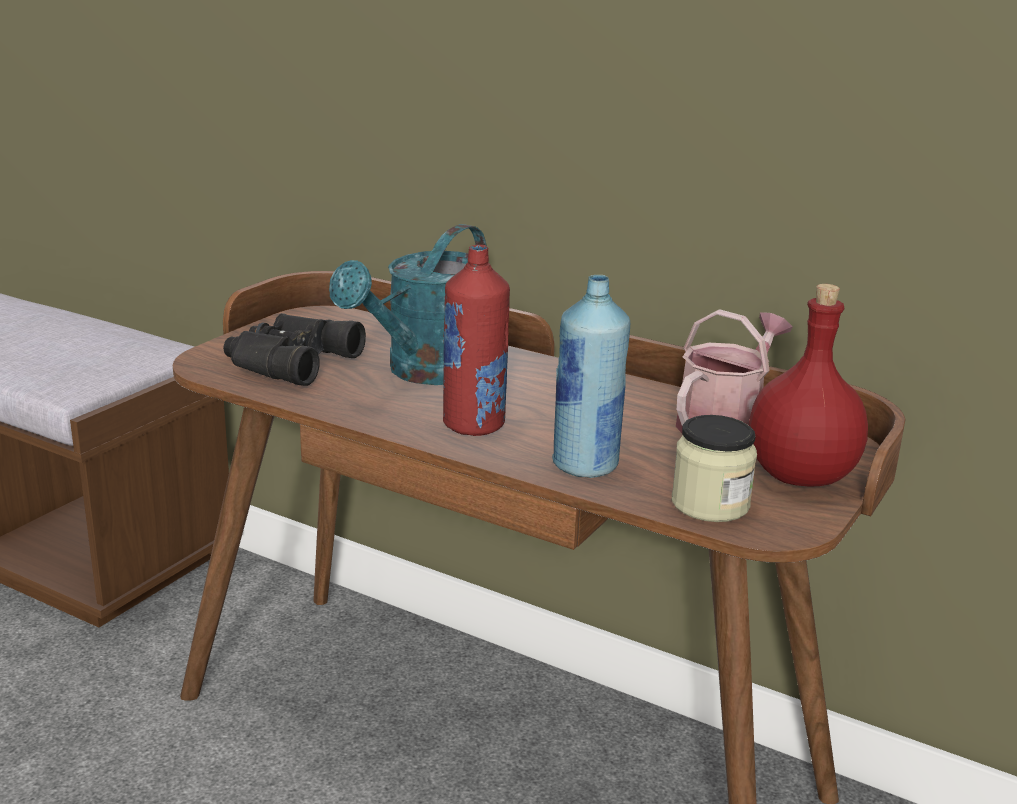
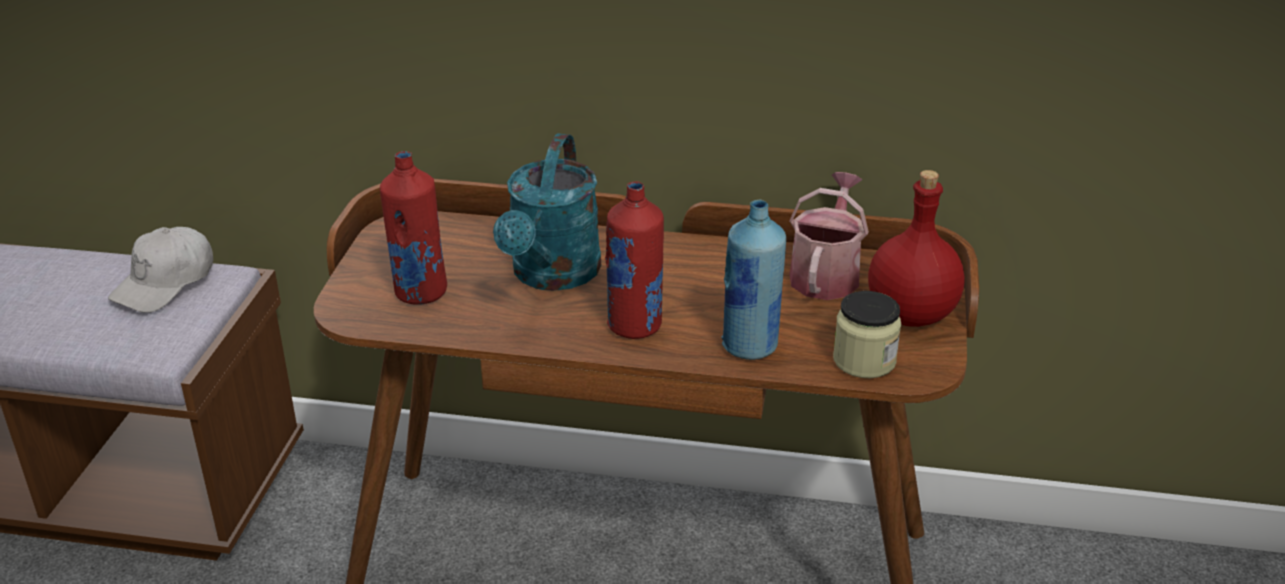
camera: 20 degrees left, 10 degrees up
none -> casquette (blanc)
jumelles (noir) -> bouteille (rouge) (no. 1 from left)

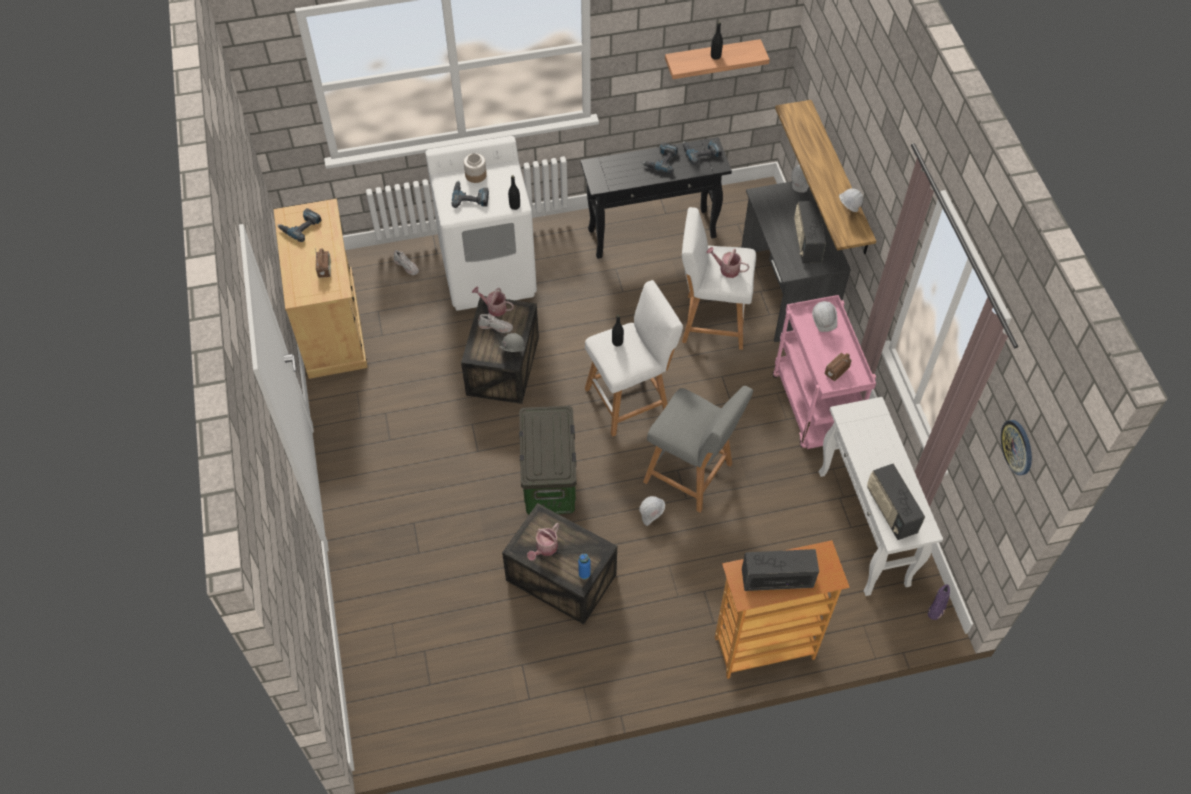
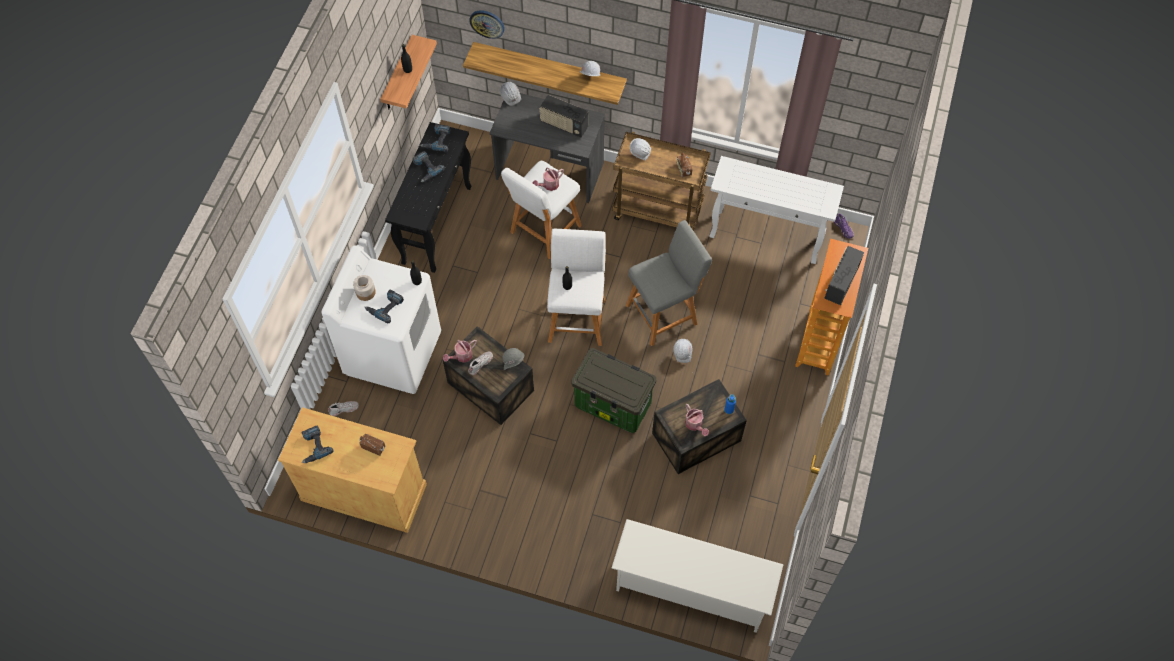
camera: 60 degrees left, 5 degrees up
radio (no. 5 from left) -> none
none -> étagère à chaussures (blanc)
horloge murale, shifted
chariot (rose) -> chariot (marron)

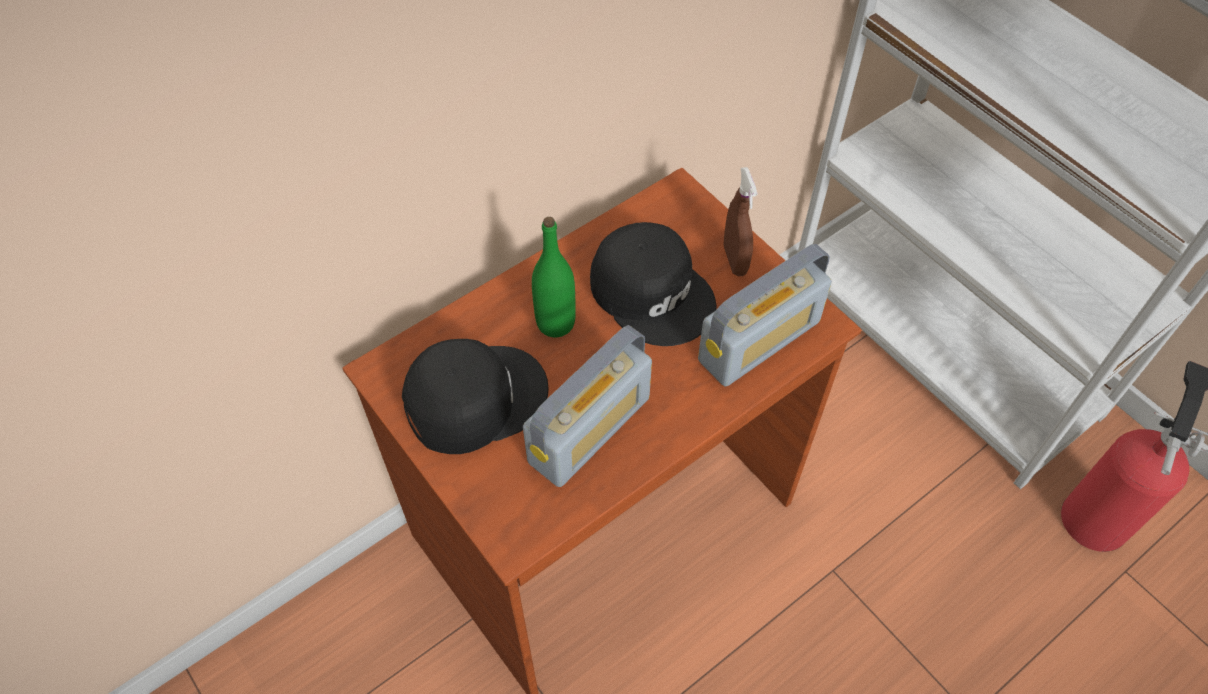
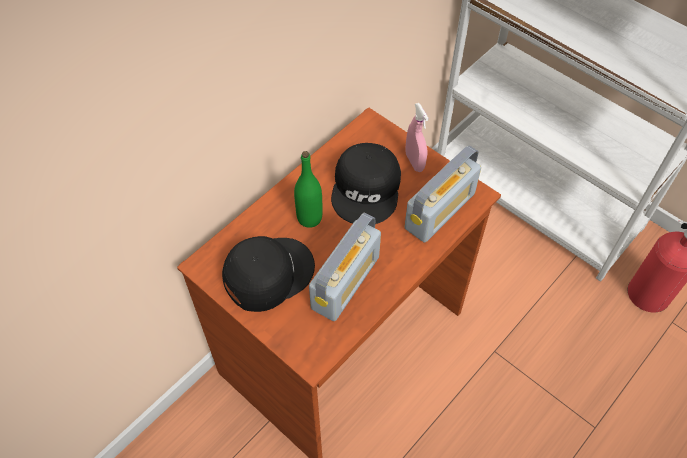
camera: 10 degrees left, 0 degrees up
vaporisateur (marron) -> vaporisateur (rose)
casquette (noir) (no. 2 from left), 60 degrees clockwise

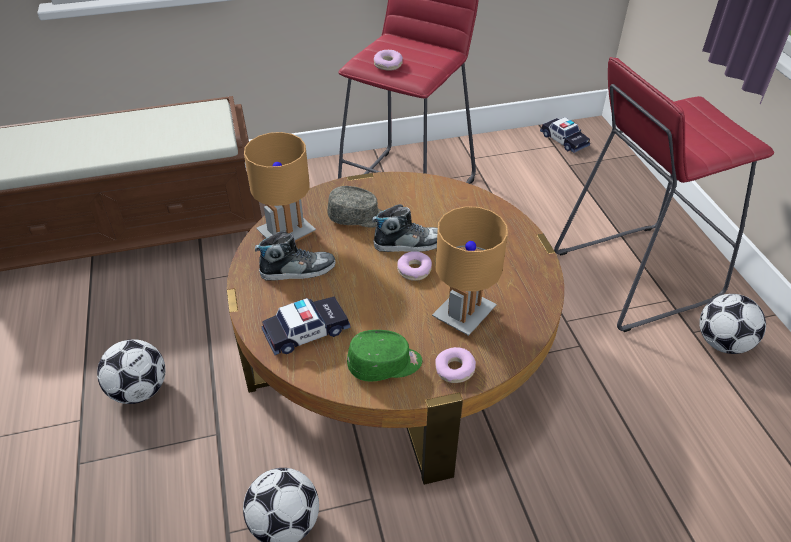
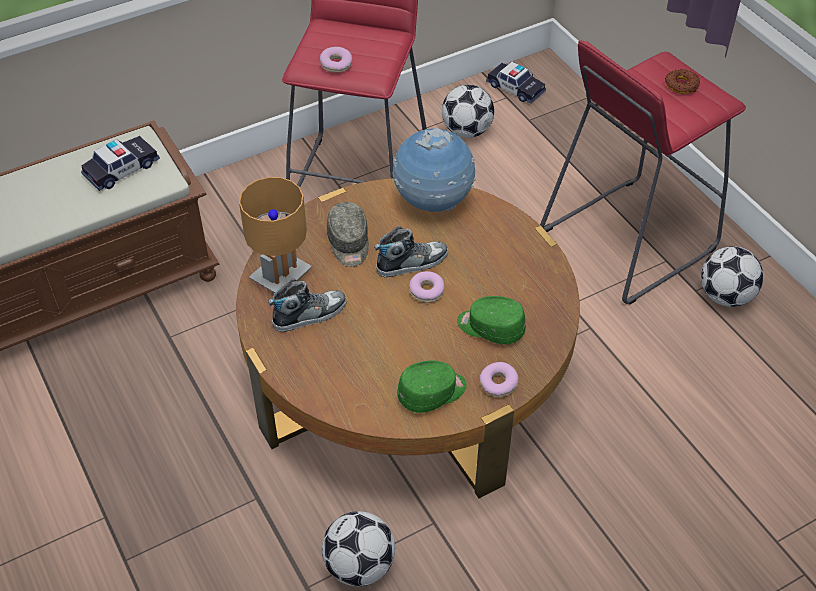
camera: 15 degrees left, 5 degrees up
none -> globe
none -> beignet (no. 4 from left)
ballon de foot (no. 1 from left in the first image) -> ballon de foot (no. 2 from left), shifted
petite voiture (no. 1 from left), shifted
lampe de table (marron) (no. 2 from left) -> casquette (vert) (no. 2 from left)
casquette (gris), 90 degrees clockwise

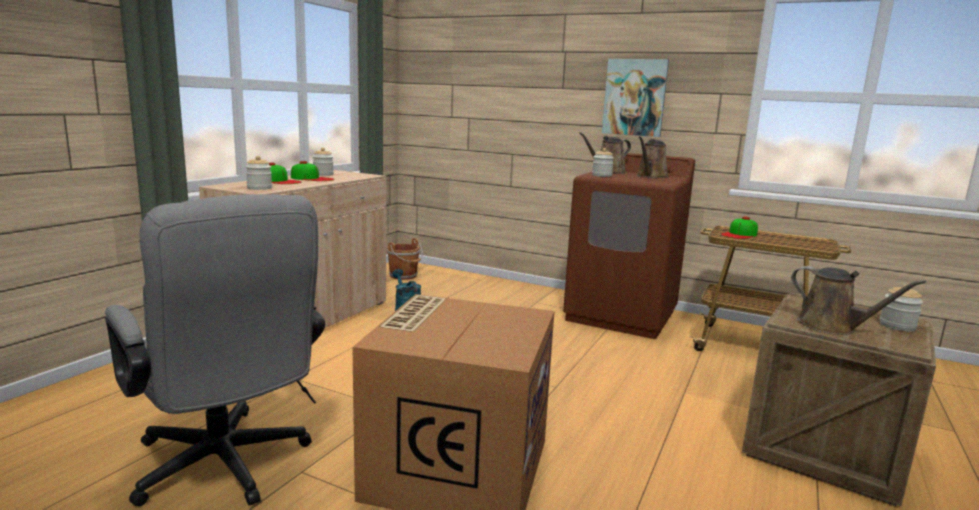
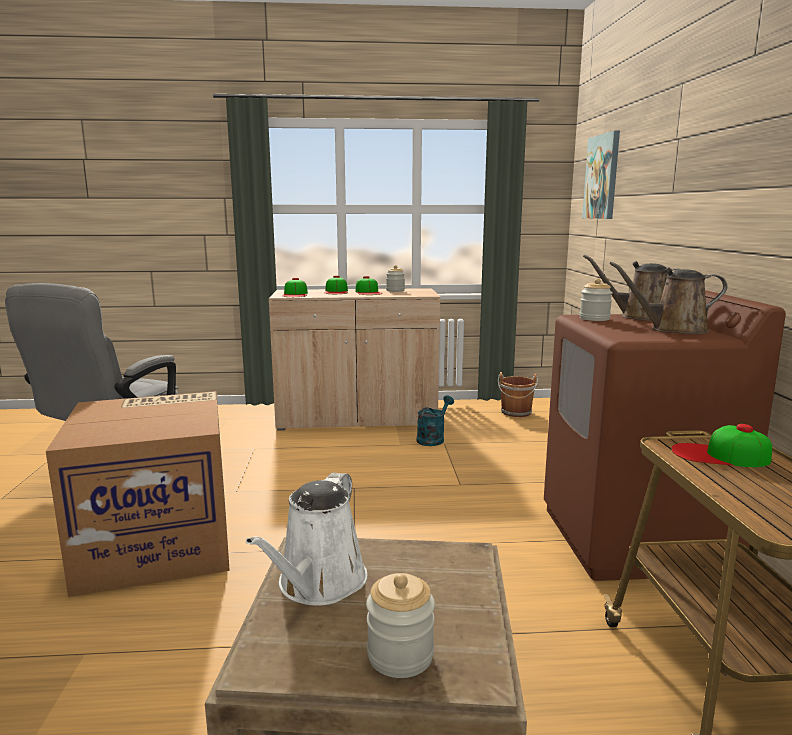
camera: 60 degrees right, 0 degrees up
tableau, shifted
bocal (no. 1 from left) -> casquette (no. 1 from left)
arrosoir (marron) (no. 3 from left) -> arrosoir (blanc)

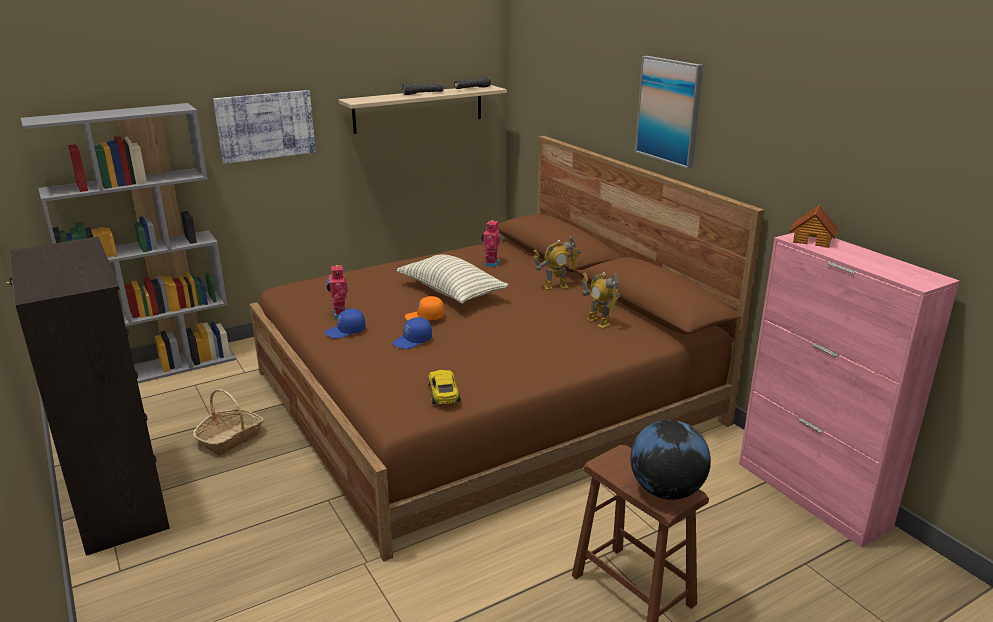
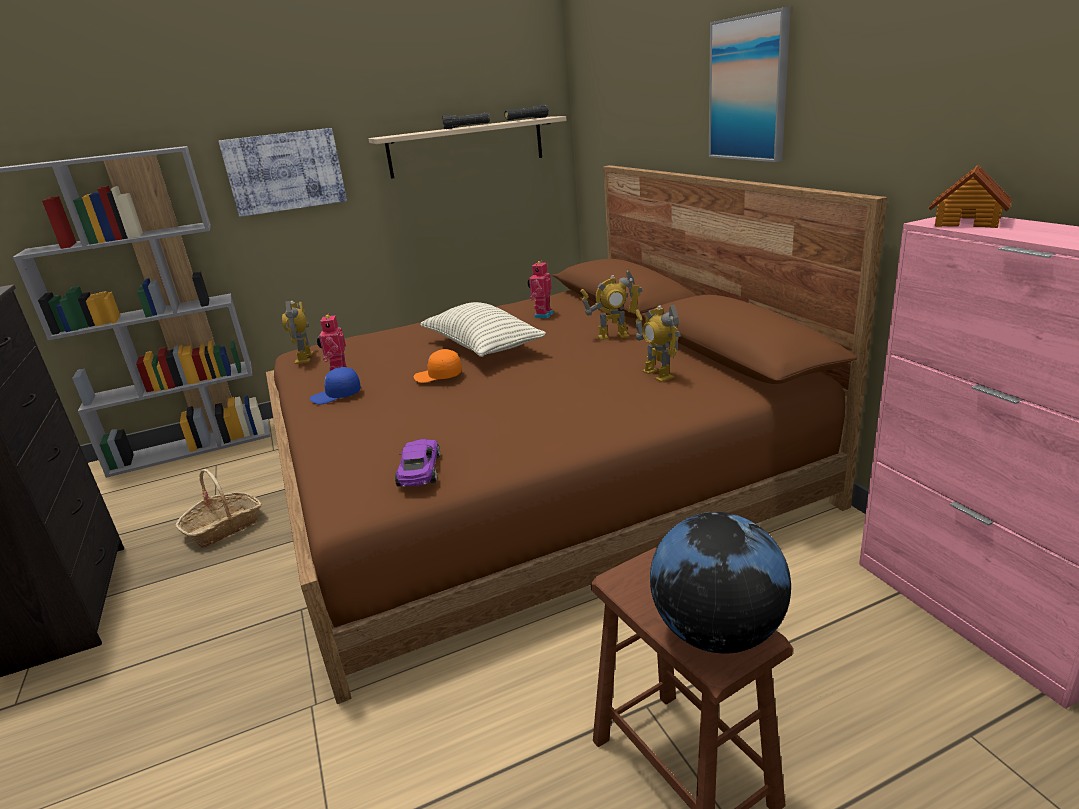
camera: 10 degrees right, 0 degrees up
casquette (bleu) (no. 2 from left) -> none
none -> robot jouet (no. 1 from left)
petite voiture (jaune) -> petite voiture (violet)

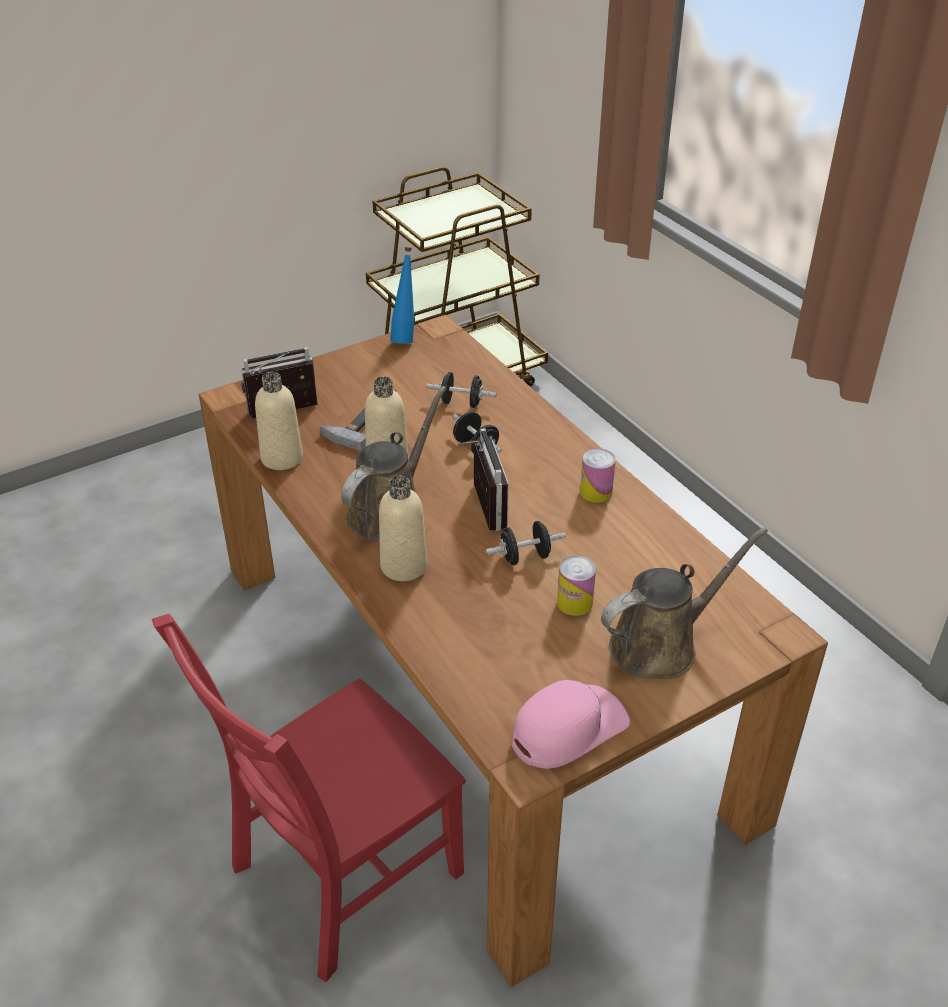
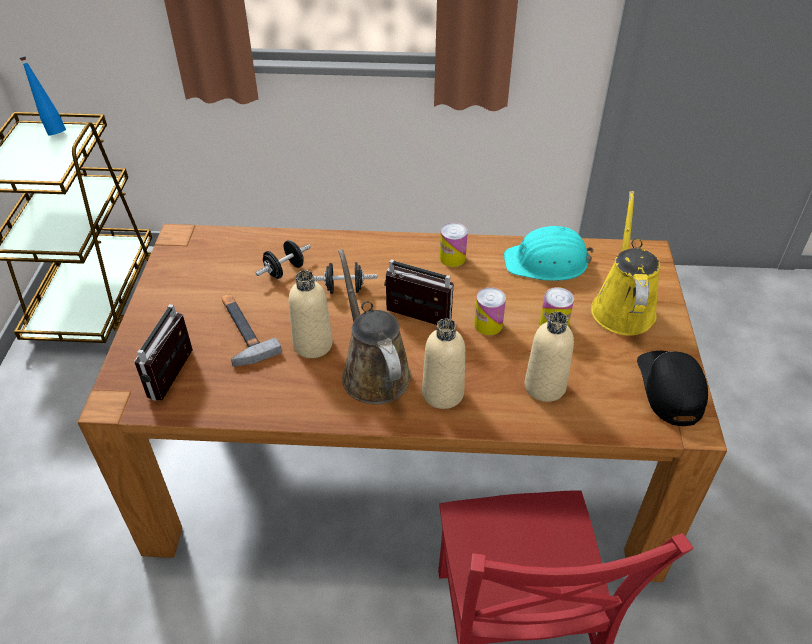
camera: 55 degrees left, 5 degrees up
none -> casque de chantier (turquoise)
bouteille (beige) (no. 1 from left in the first image) -> bouteille (beige) (no. 3 from left), shifted
bouteille (bleu), shifted
haltère (noir) (no. 3 from left) -> boîte métallique (no. 2 from left)
casquette (rose) -> casquette (noir)
arrosoir (marron) (no. 2 from left) -> arrosoir (jaune)

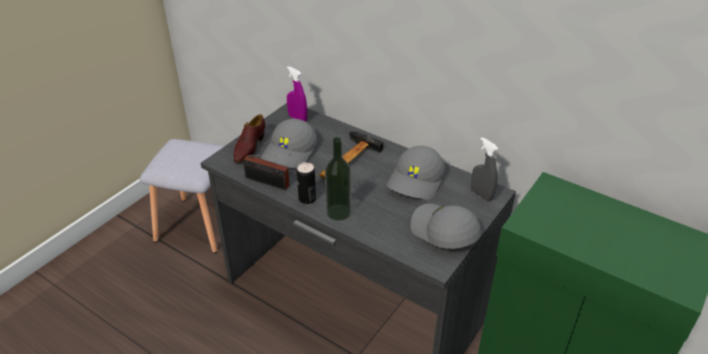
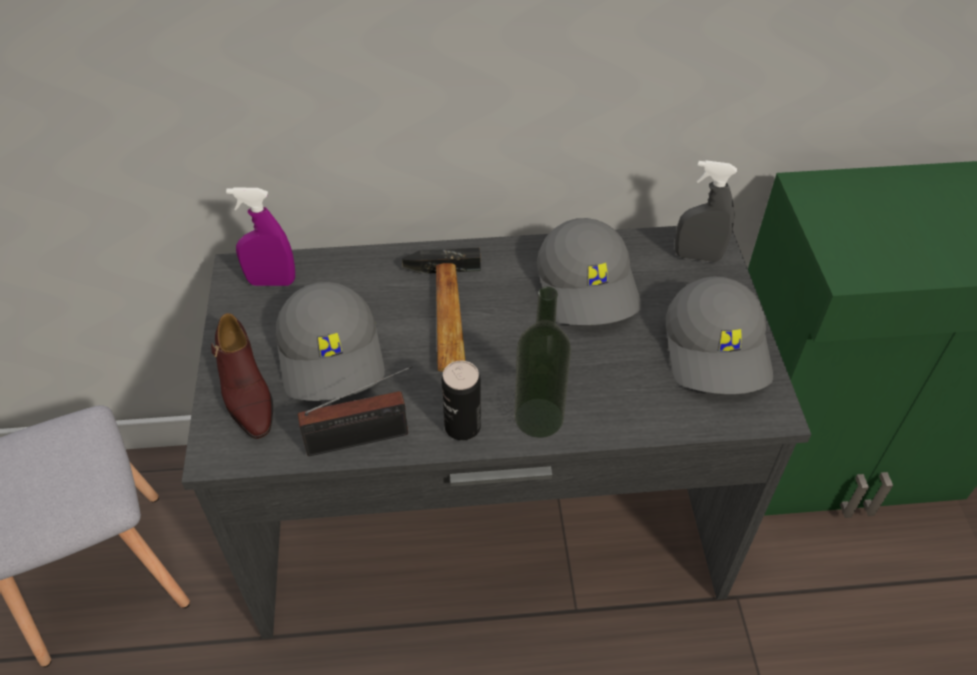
camera: 40 degrees left, 10 degrees up
casquette (gris) (no. 3 from left), 105 degrees counterclockwise

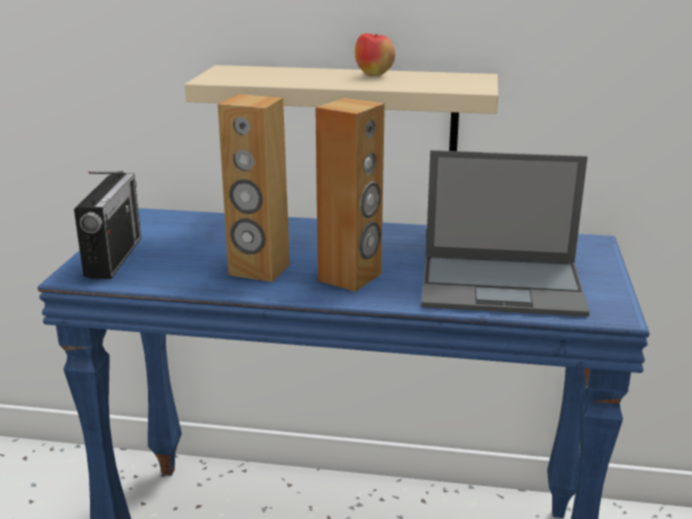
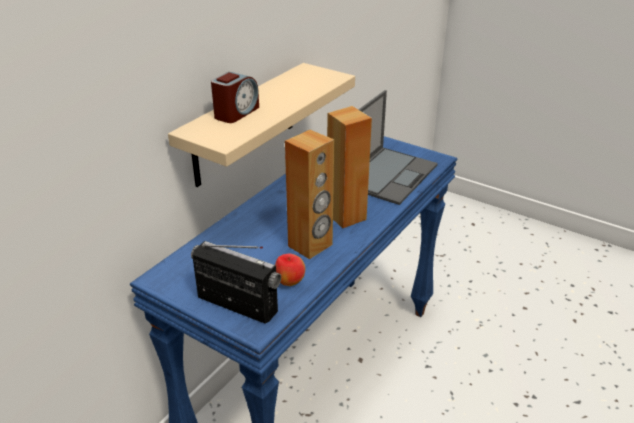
camera: 65 degrees left, 10 degrees up
none -> réveil
pomme, shifted

